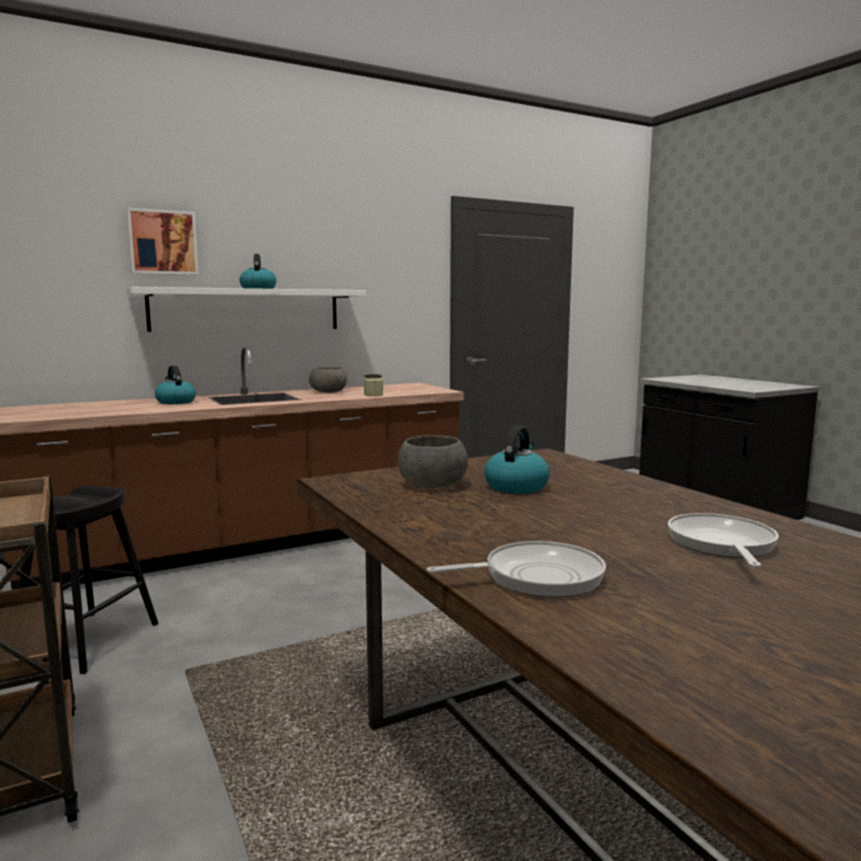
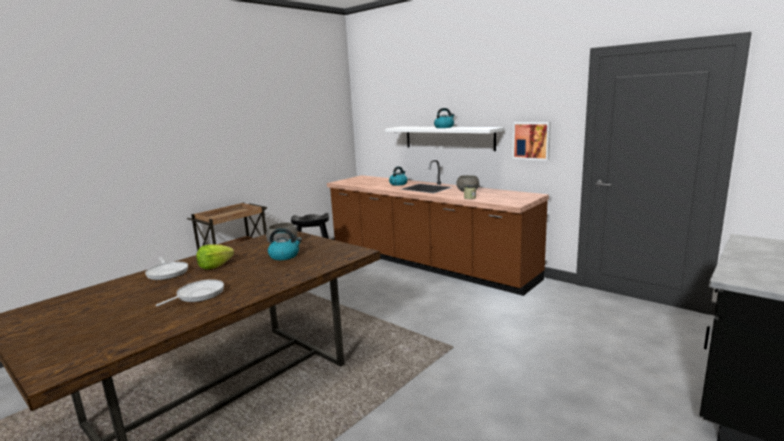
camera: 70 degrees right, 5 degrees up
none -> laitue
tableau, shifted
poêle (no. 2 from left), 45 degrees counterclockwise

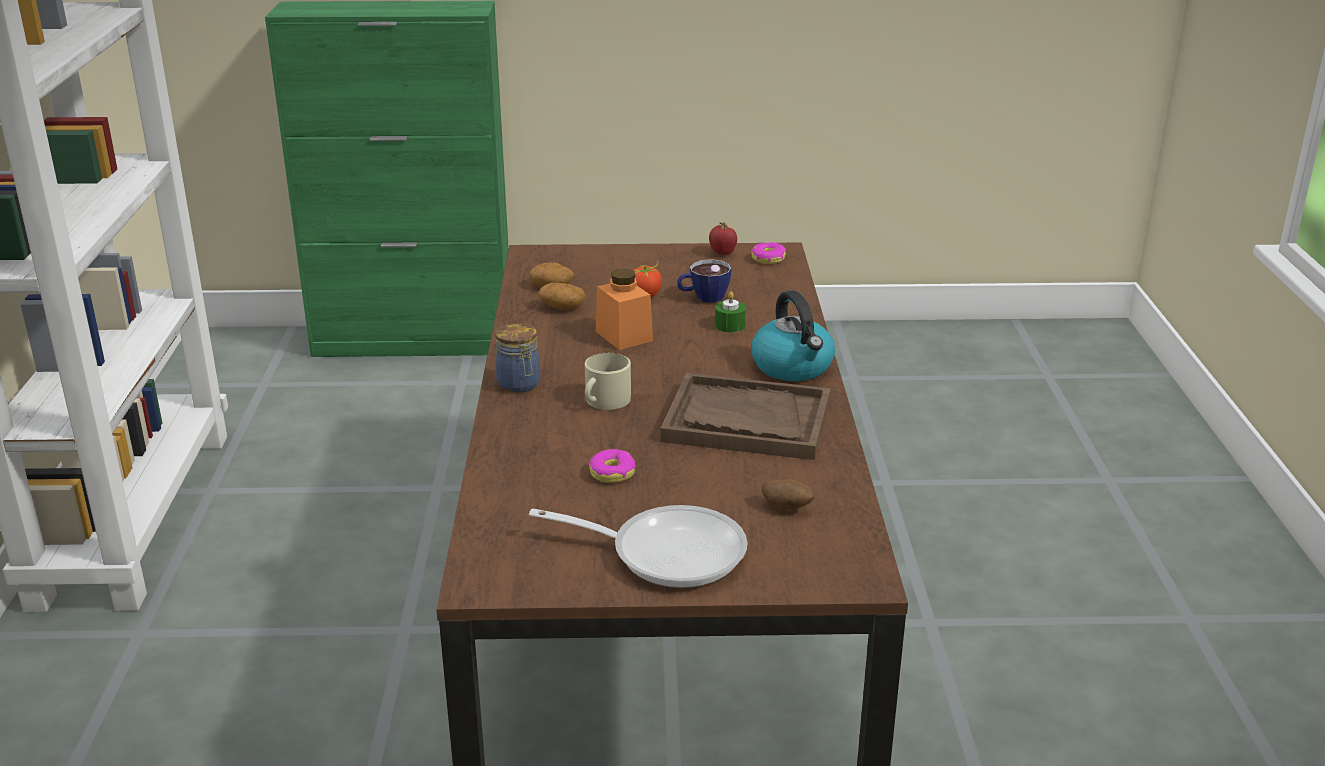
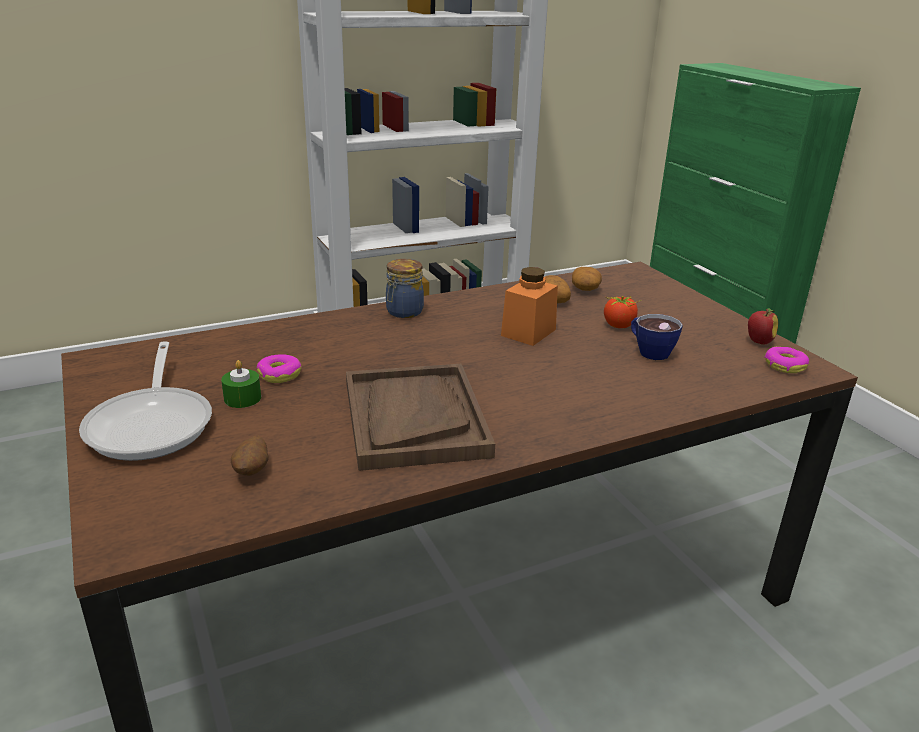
camera: 65 degrees right, 0 degrees up
mug (beige) -> none
bouilloire -> none
bougie (vert), shifted

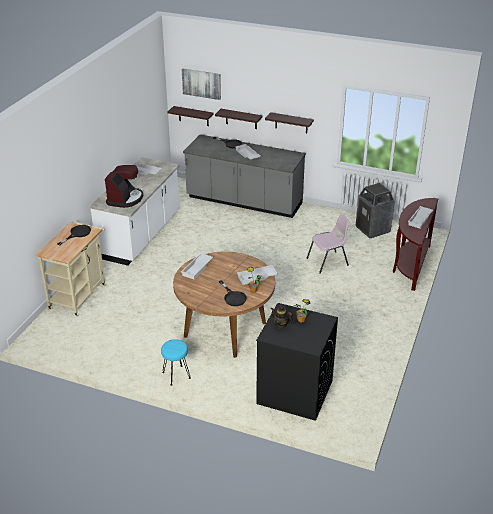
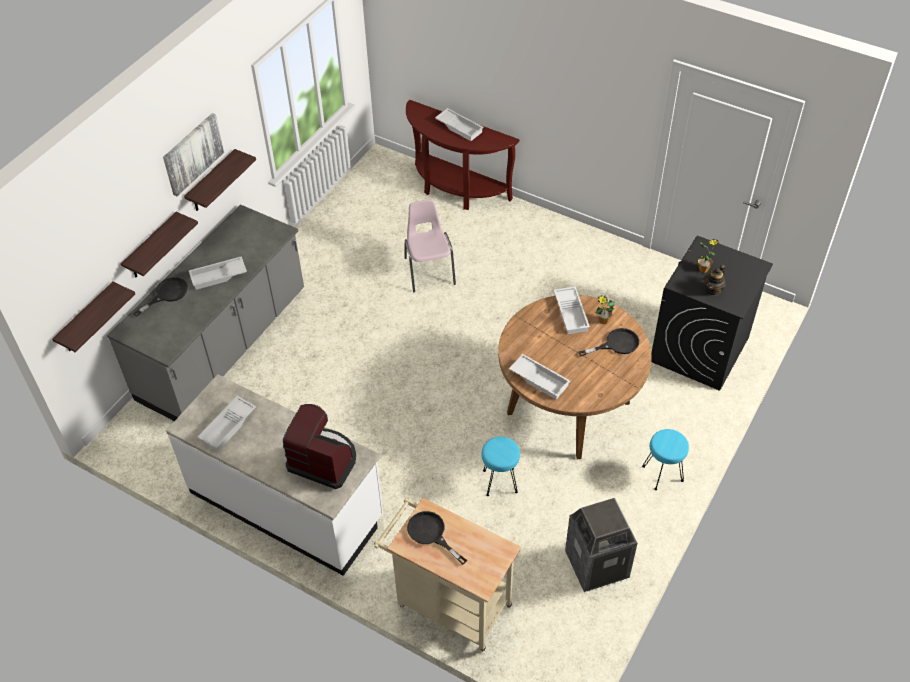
camera: 80 degrees left, 15 degrees up
none -> tabouret (turquoise) (no. 1 from left)
tableau, shifted
poubelle, shifted

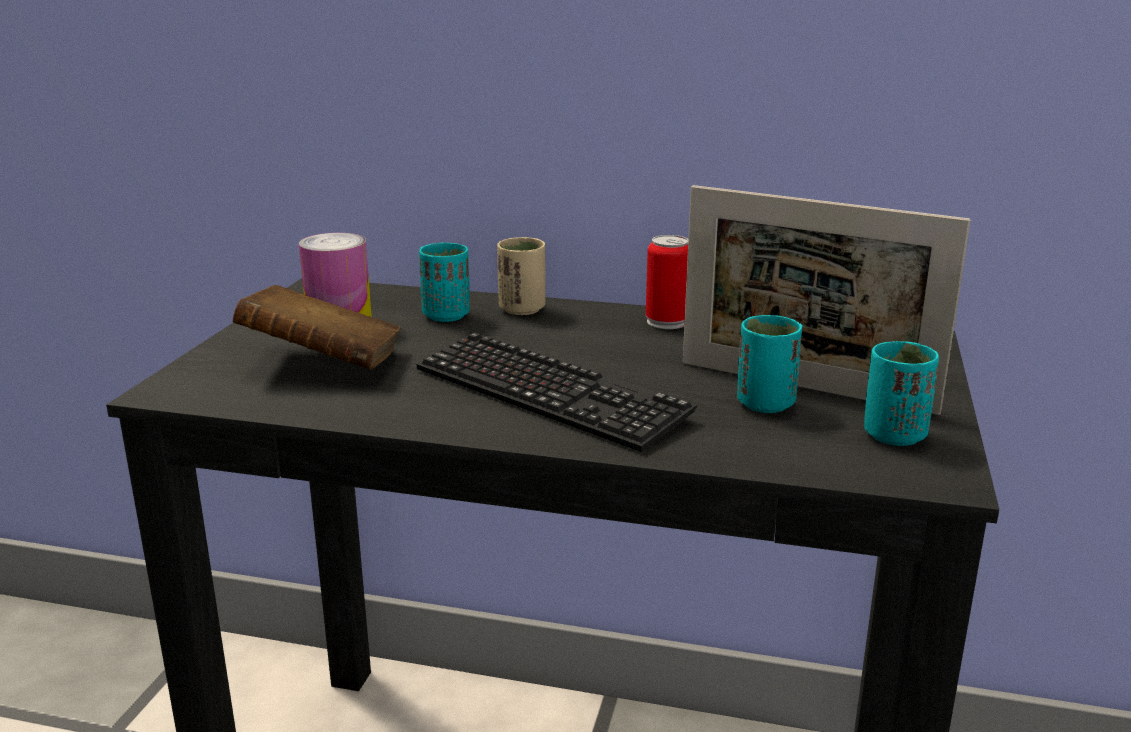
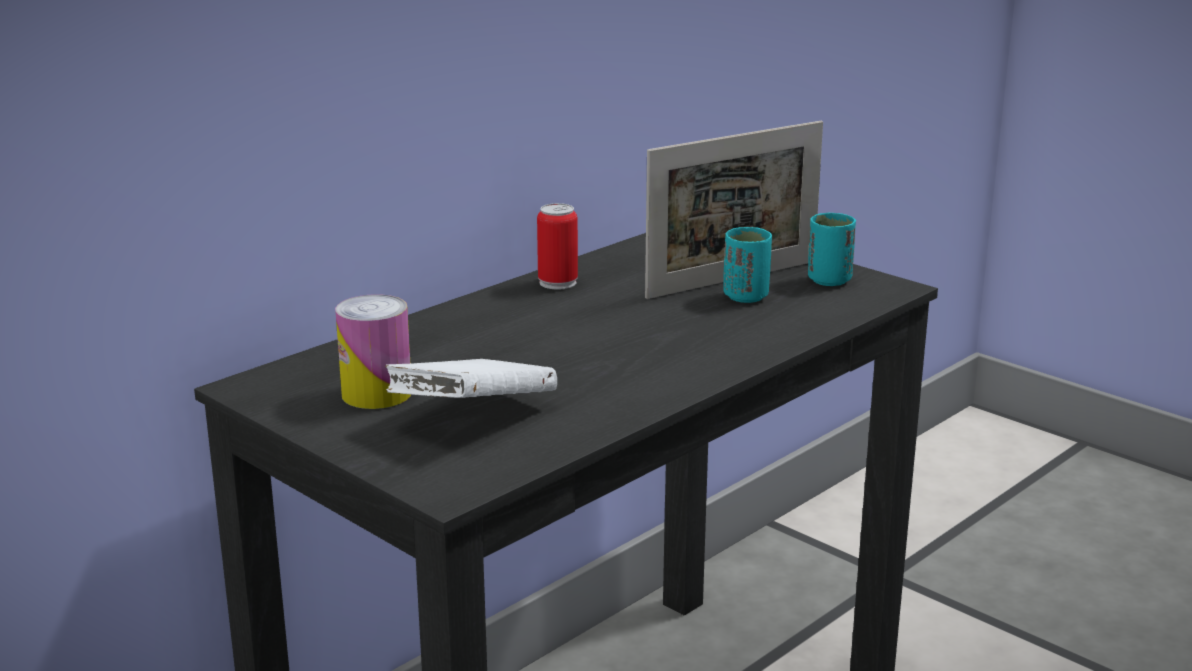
camera: 60 degrees left, 0 degrees up
clavier -> none
tasse (turquoise) (no. 1 from left) -> none
tasse (beige) -> none
livre (marron) -> livre (blanc)

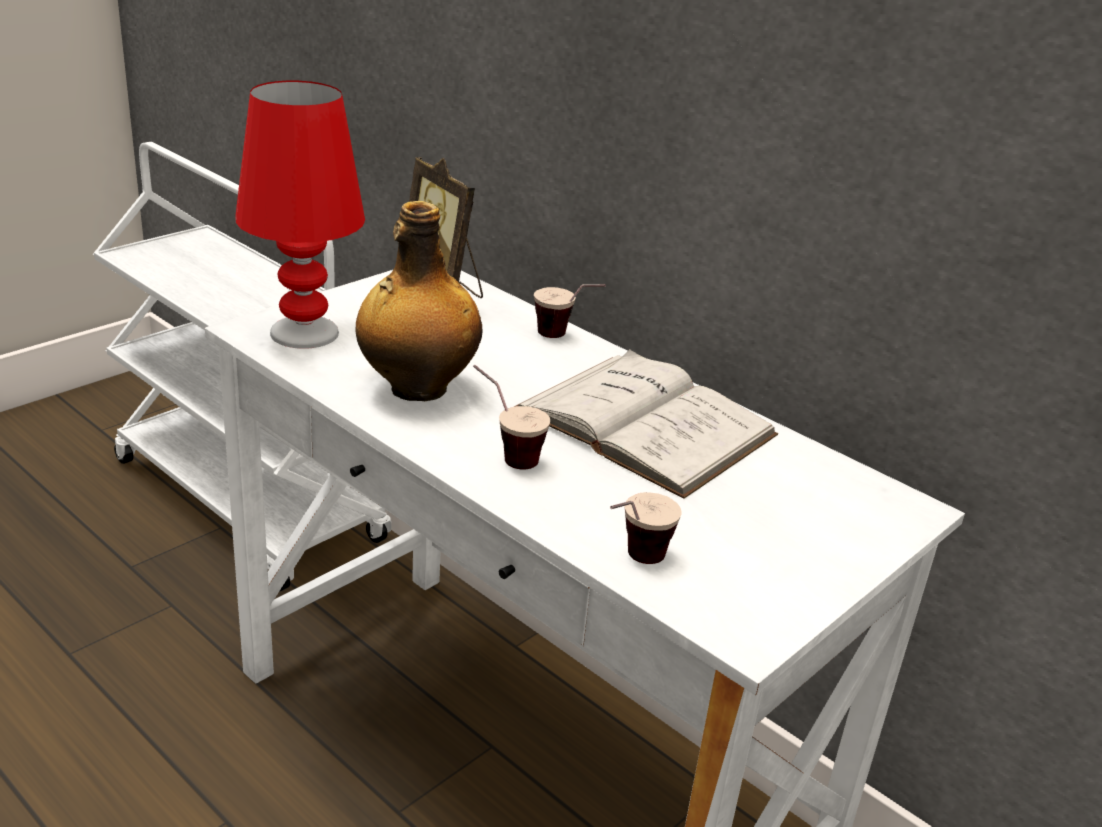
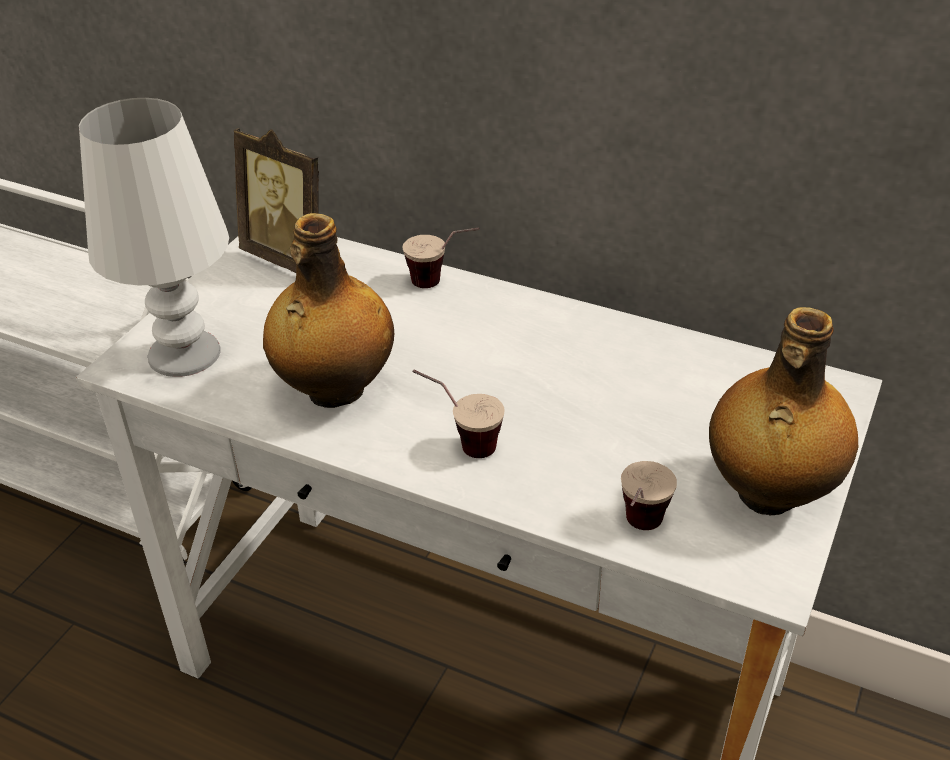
camera: 15 degrees left, 10 degrees up
livre (blanc) -> none
none -> bouteille (no. 2 from left)
lampe de table (rouge) -> lampe de table (blanc)

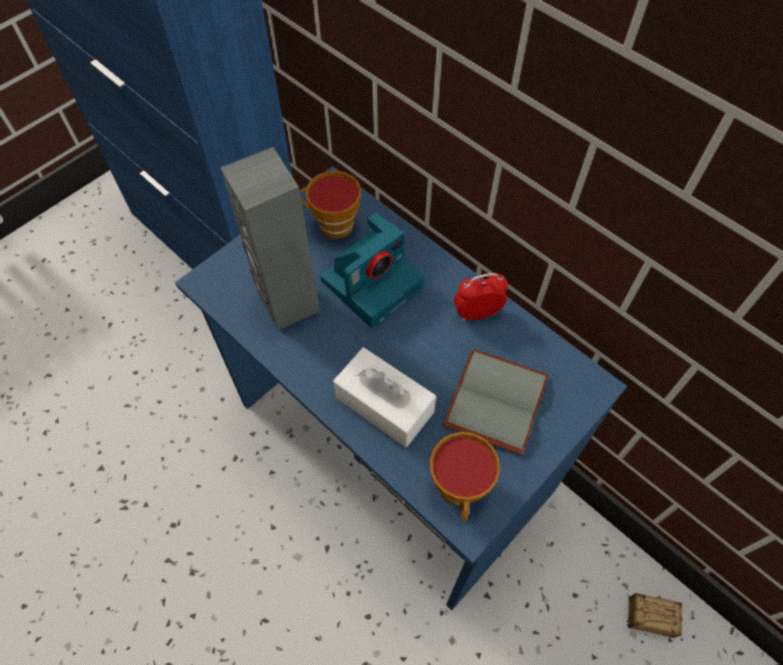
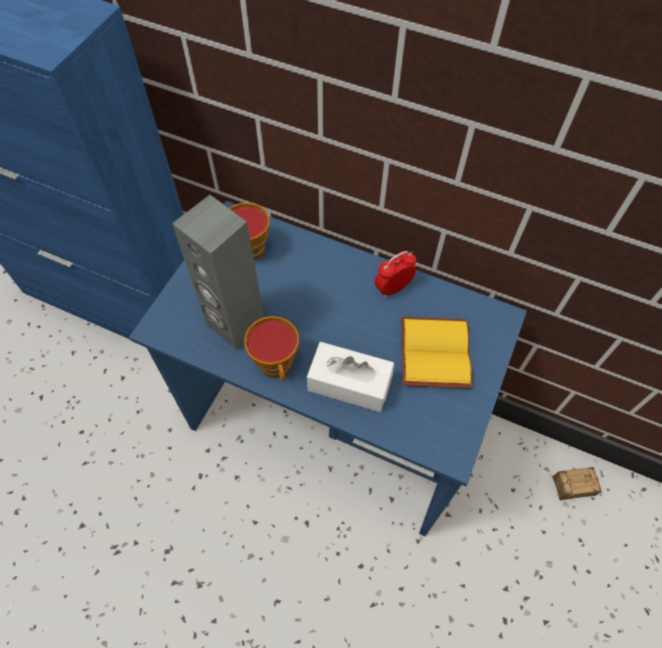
camera: 20 degrees left, 0 degrees up
appareil photo -> none
tasse (no. 2 from left), shifted
livre (gris) -> livre (jaune)

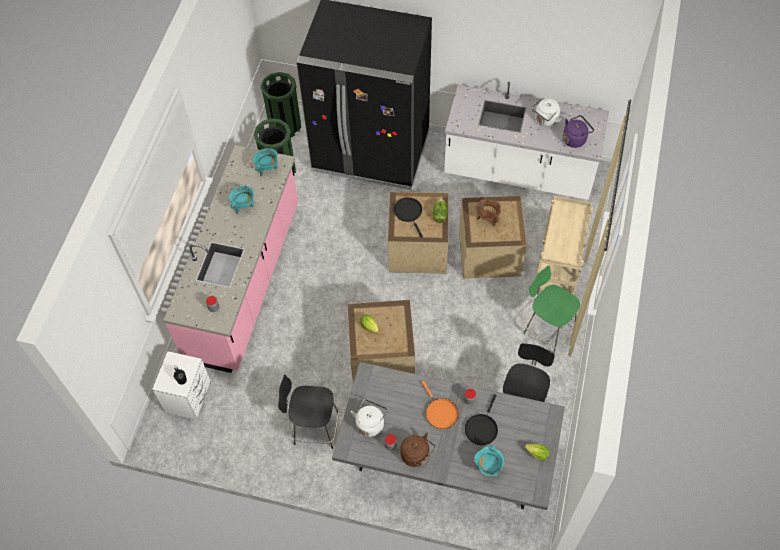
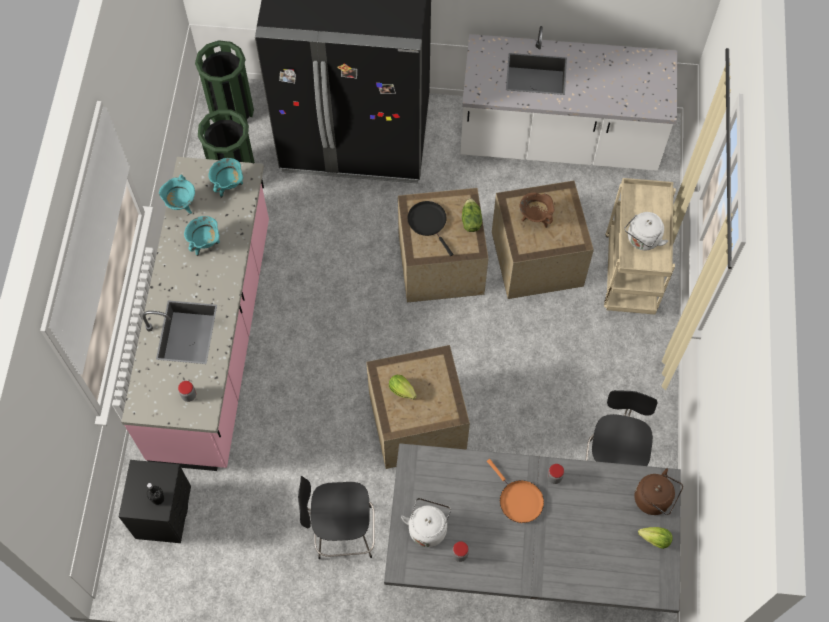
camera: 10 degrees left, 5 degrees up
poêle (noir) (no. 2 from left) -> none
chaise (vert) -> none
bouilloire (violet) -> none
bouilloire (marron), shifted
marmite (turquoise) (no. 3 from left in the first image) -> marmite (turquoise) (no. 1 from left), shifted
bouilloire (blanc) (no. 2 from left), shifted
table de chevet (blanc) -> table de chevet (noir)

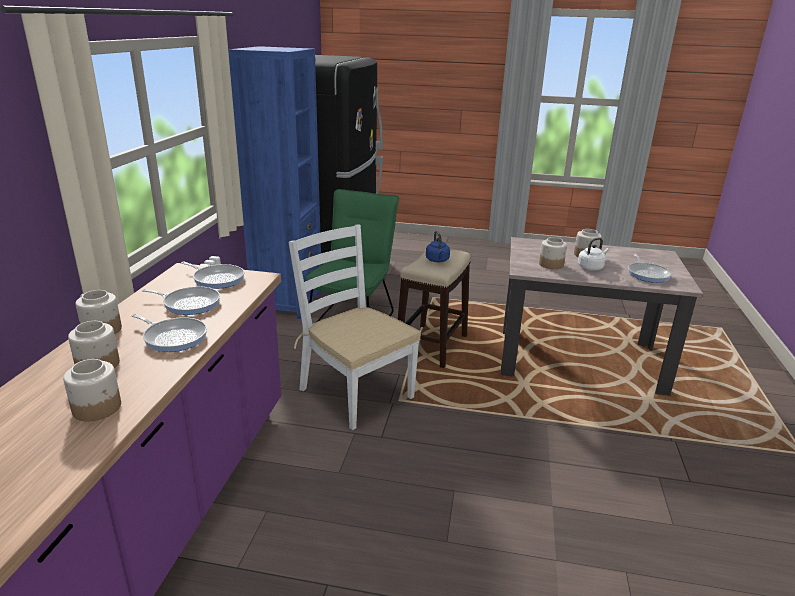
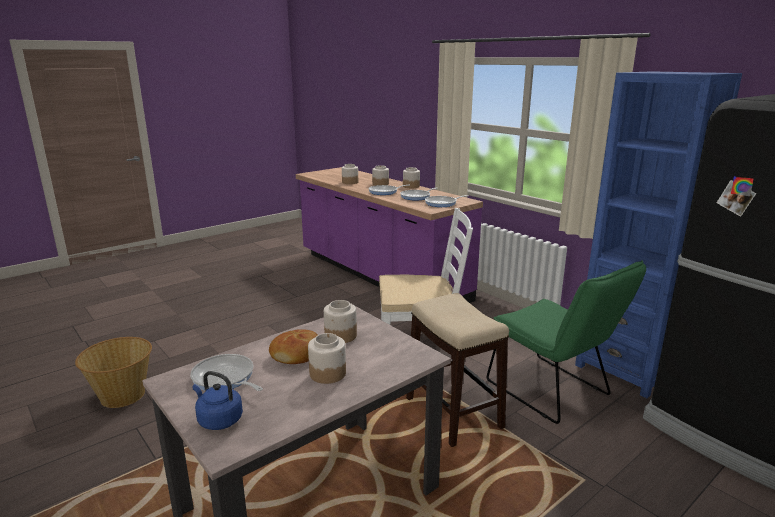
camera: 130 degrees right, 5 degrees down
none -> panier
bouilloire (bleu), shifted
bouilloire (blanc) -> pain

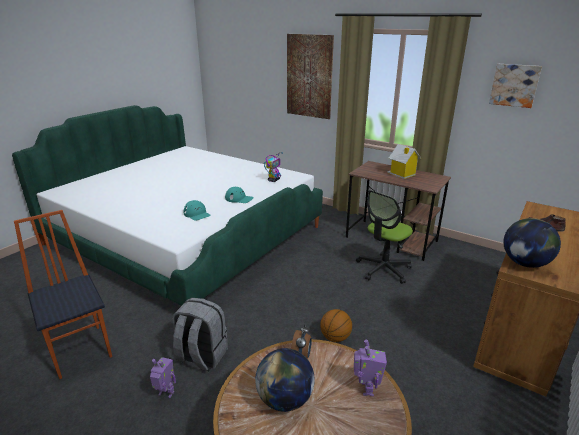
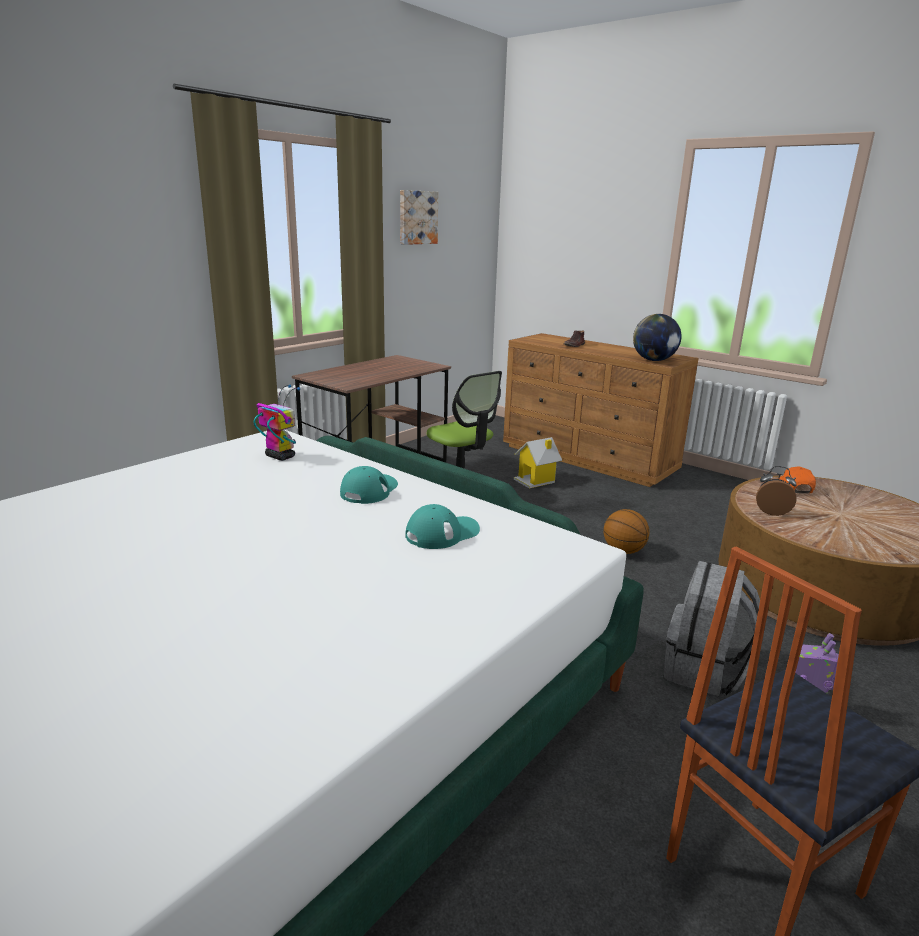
camera: 85 degrees left, 5 degrees down
globe (no. 1 from left) -> none
tableau (no. 1 from left) -> none
maison miniature, shifted
robot jouet (no. 3 from left) -> casquette (orange)

